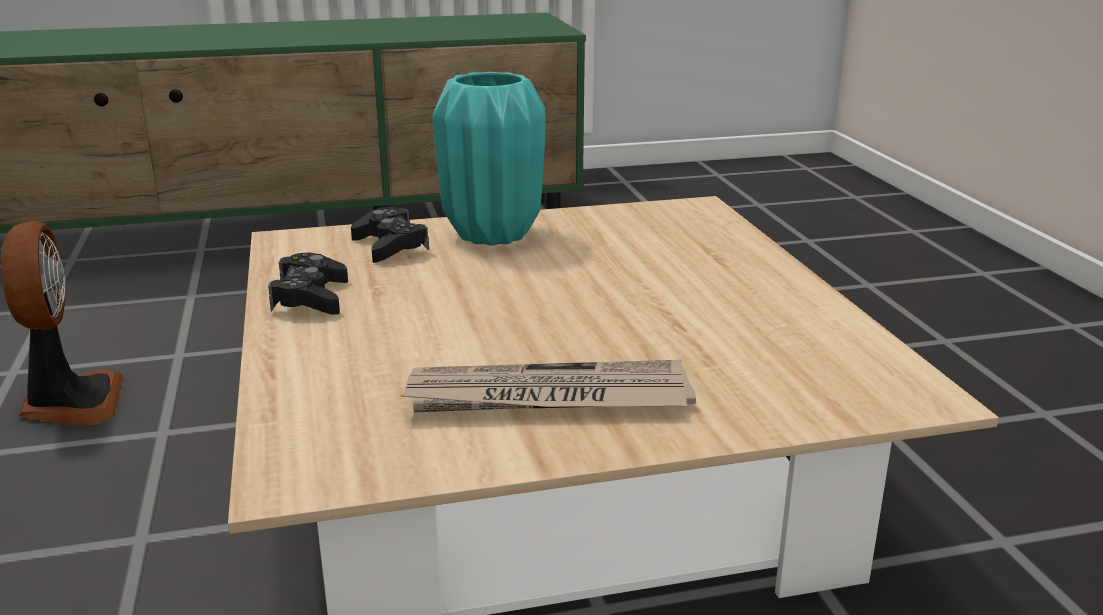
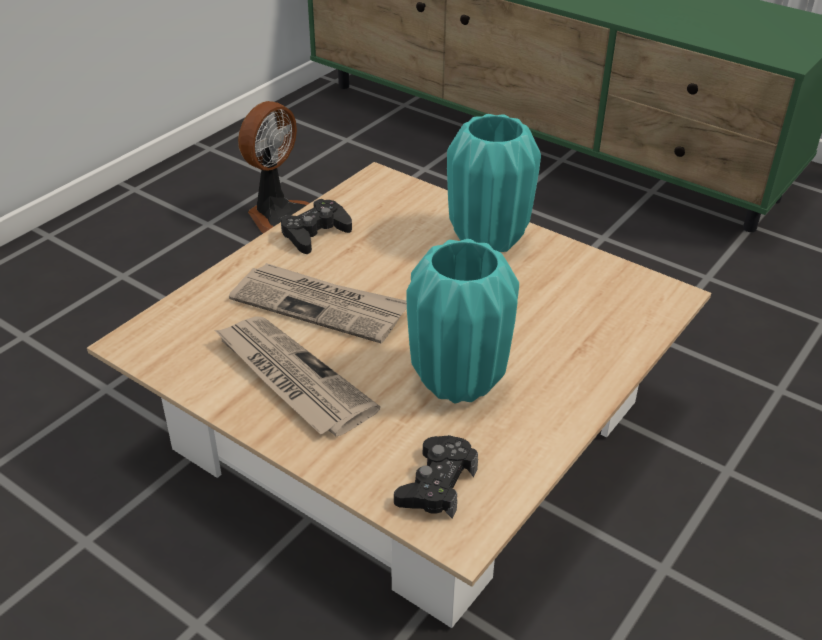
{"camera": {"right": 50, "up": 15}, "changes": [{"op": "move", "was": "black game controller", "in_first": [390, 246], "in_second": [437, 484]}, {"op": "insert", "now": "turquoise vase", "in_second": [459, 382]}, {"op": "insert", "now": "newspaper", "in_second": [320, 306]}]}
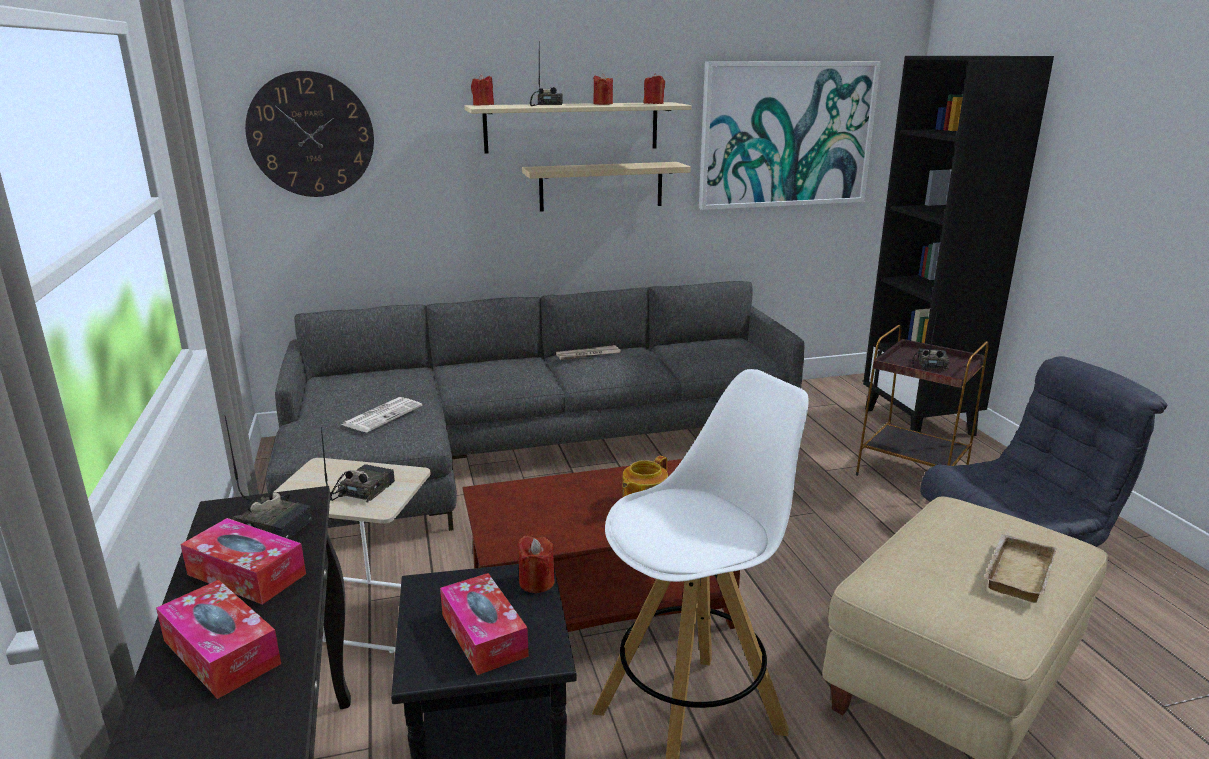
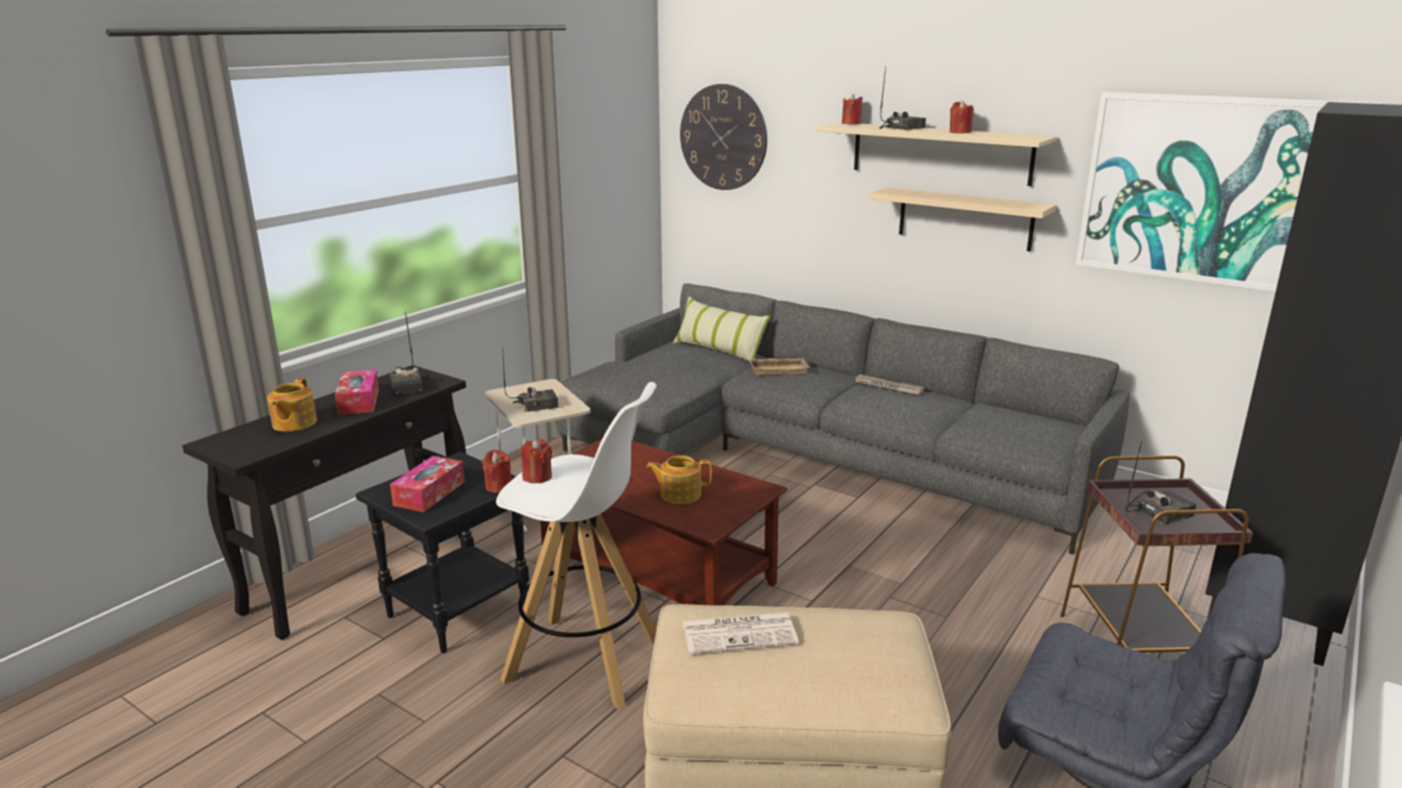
{"camera": {"right": 50, "up": 0}, "changes": [{"op": "move", "was": "red candle", "in_first": [653, 103], "in_second": [537, 477]}, {"op": "move", "was": "newspaper", "in_first": [382, 415], "in_second": [740, 633]}, {"op": "move", "was": "beige tray", "in_first": [1015, 572], "in_second": [779, 369]}, {"op": "replace", "was": "tissue box", "now": "teapot", "in_first": [221, 652], "in_second": [293, 423]}, {"op": "insert", "now": "pillow", "in_second": [719, 350]}]}
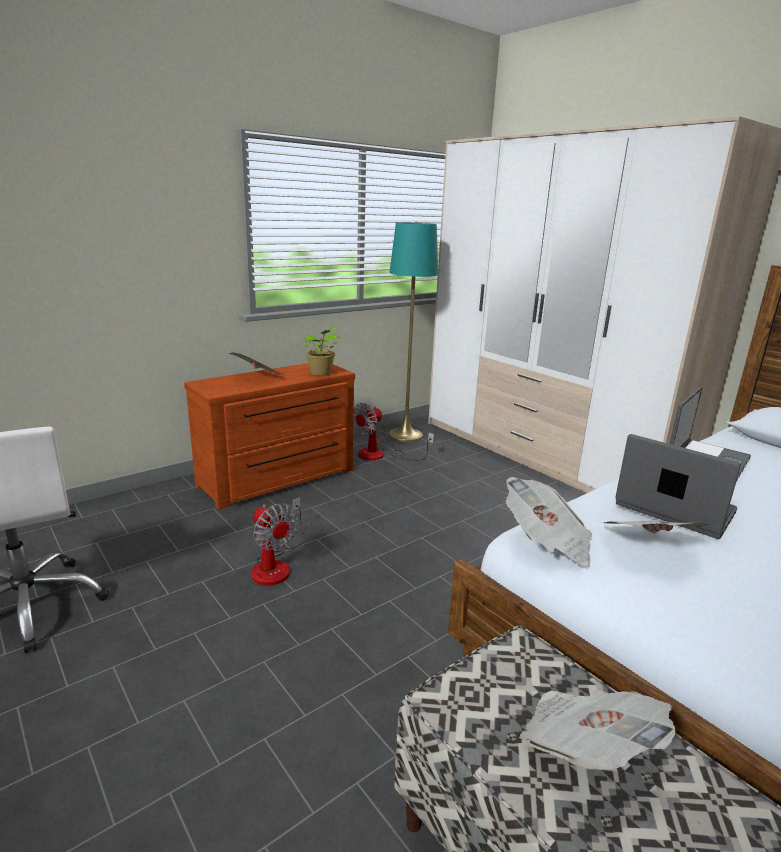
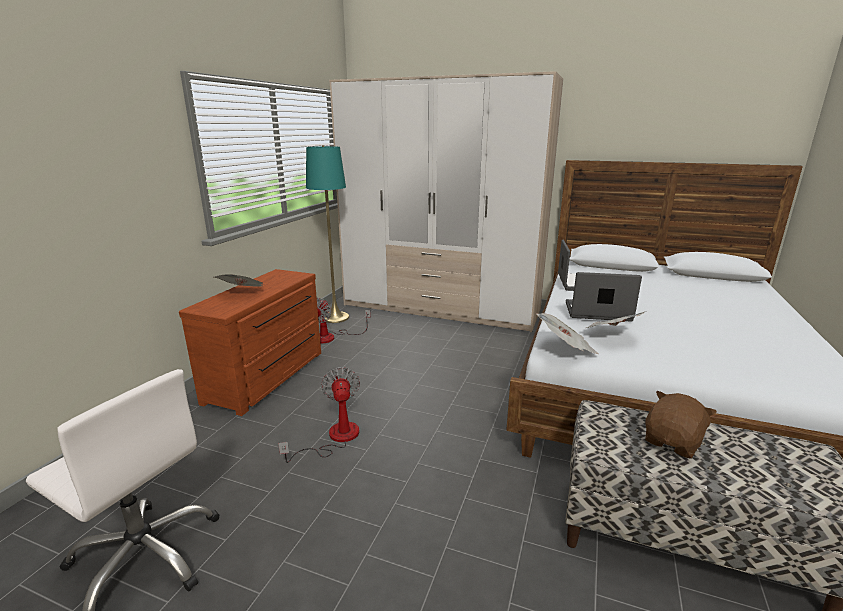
{"camera": {"right": -30, "up": 0}, "changes": [{"op": "delete", "was": "potted plant", "in_first": [321, 373]}, {"op": "rotate", "was": "fan", "in_first": [276, 565], "in_second": [335, 438], "clockwise": -120}, {"op": "replace", "was": "newspaper", "now": "brown plush toy", "in_first": [586, 747], "in_second": [673, 442]}]}
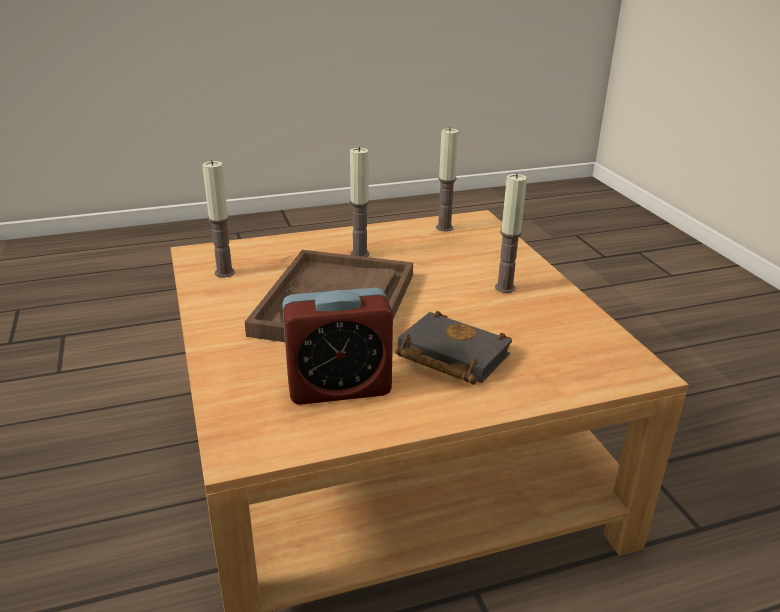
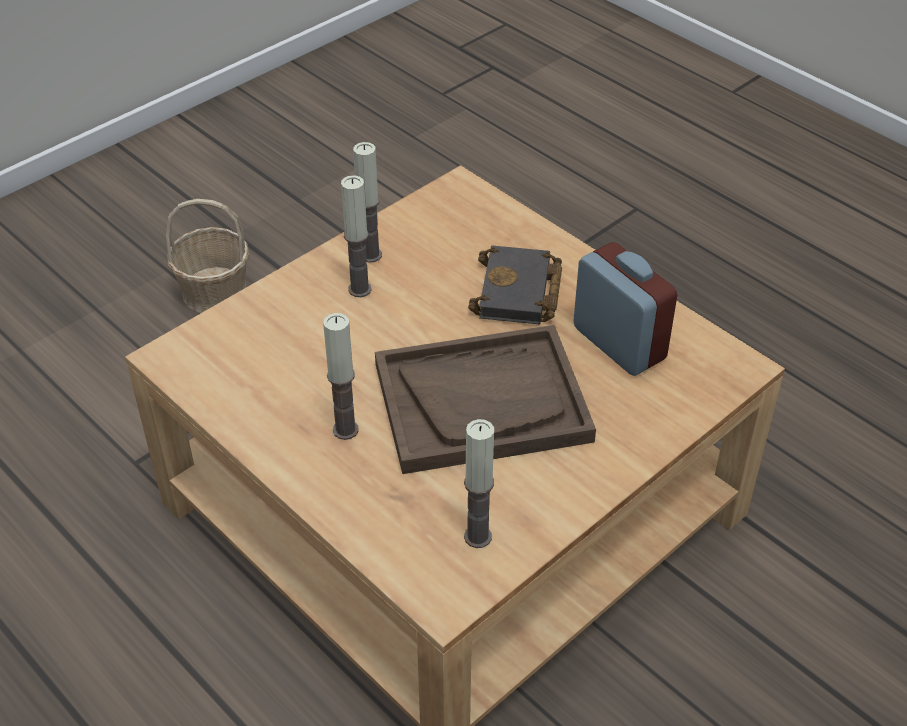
{"camera": {"right": -115, "up": 15}, "changes": [{"op": "move", "was": "candle", "in_first": [444, 228], "in_second": [370, 255]}, {"op": "insert", "now": "basket", "in_second": [214, 292]}]}
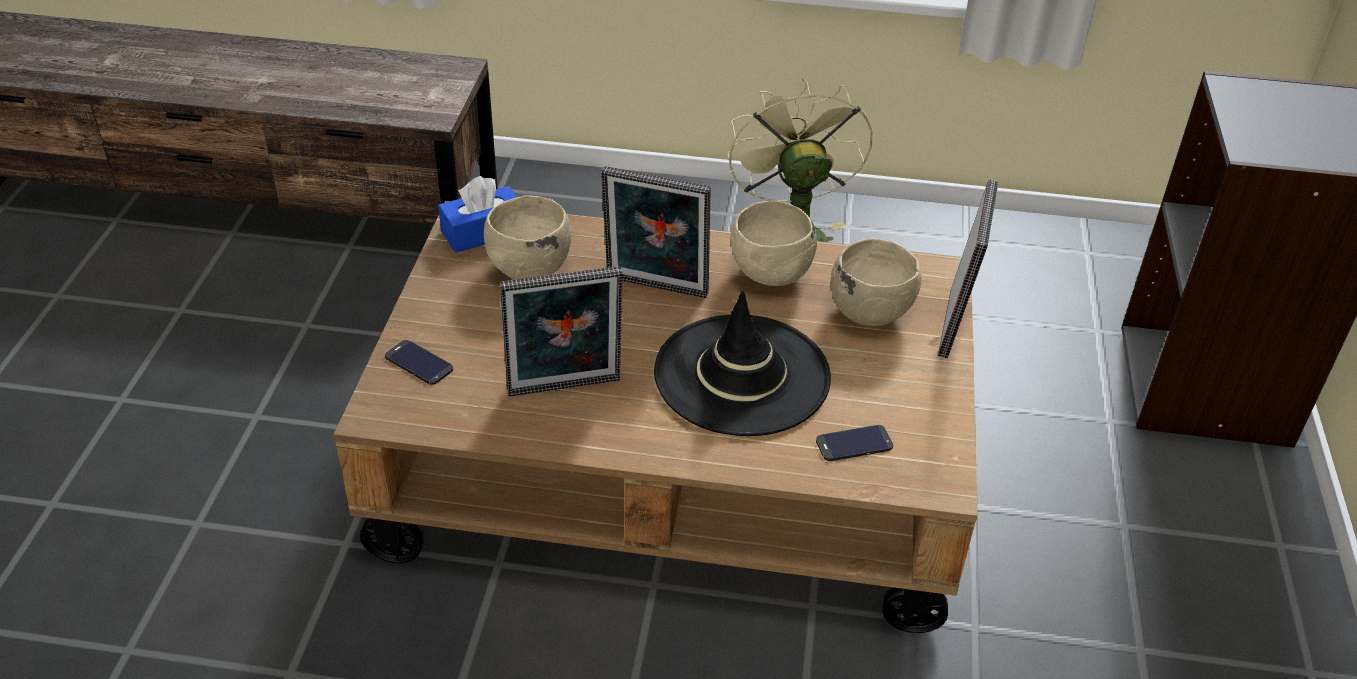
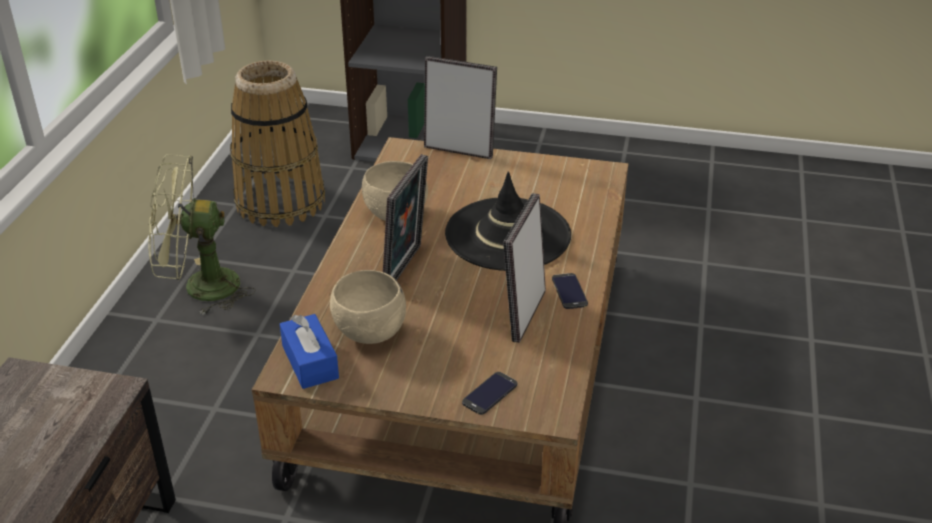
{"camera": {"right": -85, "up": -5}, "changes": [{"op": "delete", "was": "beige bowl", "in_first": [869, 312]}, {"op": "rotate", "was": "picture frame", "in_first": [565, 390], "in_second": [523, 314], "clockwise": -150}, {"op": "move", "was": "phone", "in_first": [854, 443], "in_second": [569, 291]}, {"op": "insert", "now": "basket", "in_second": [281, 201]}]}
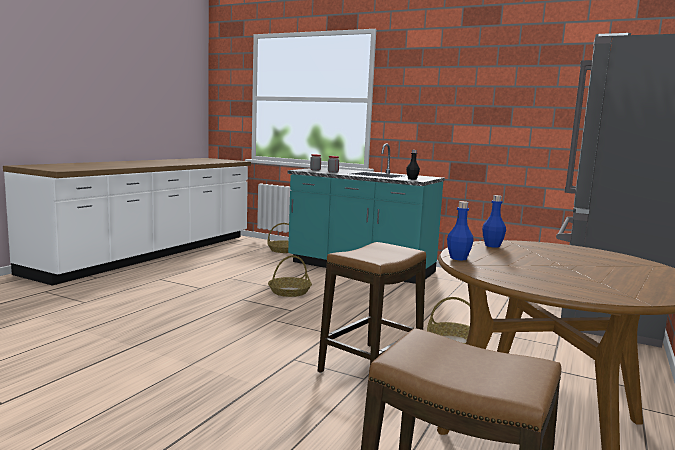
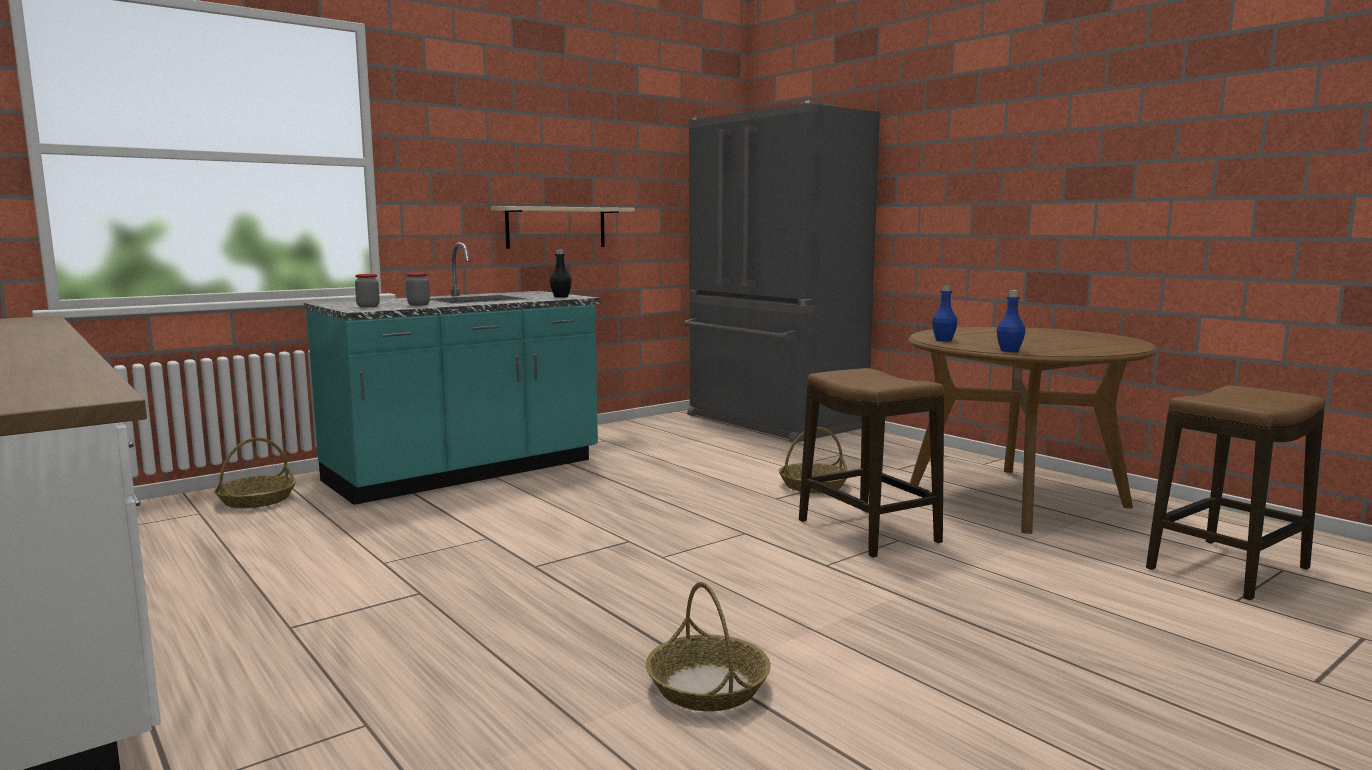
{"camera": {"right": -65, "up": 0}, "changes": [{"op": "move", "was": "basket", "in_first": [289, 292], "in_second": [707, 686]}, {"op": "insert", "now": "beige shelf", "in_second": [556, 227]}]}
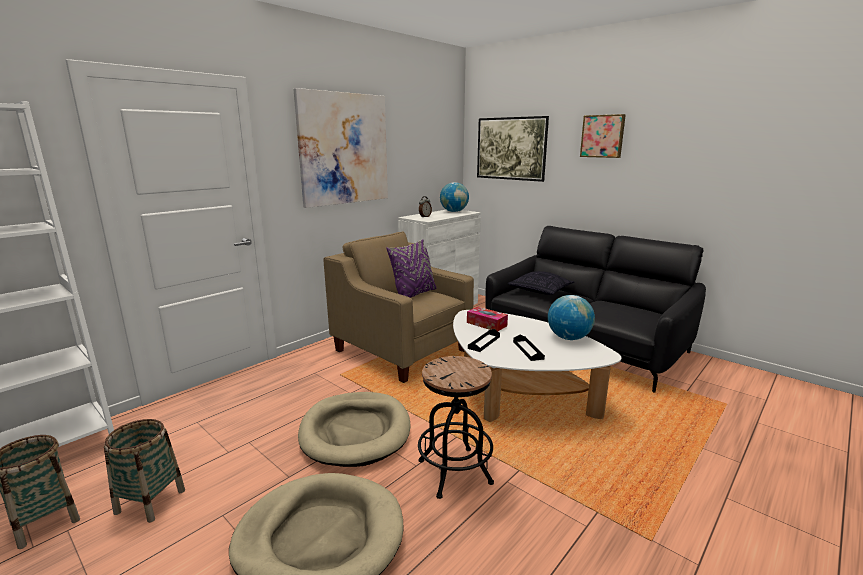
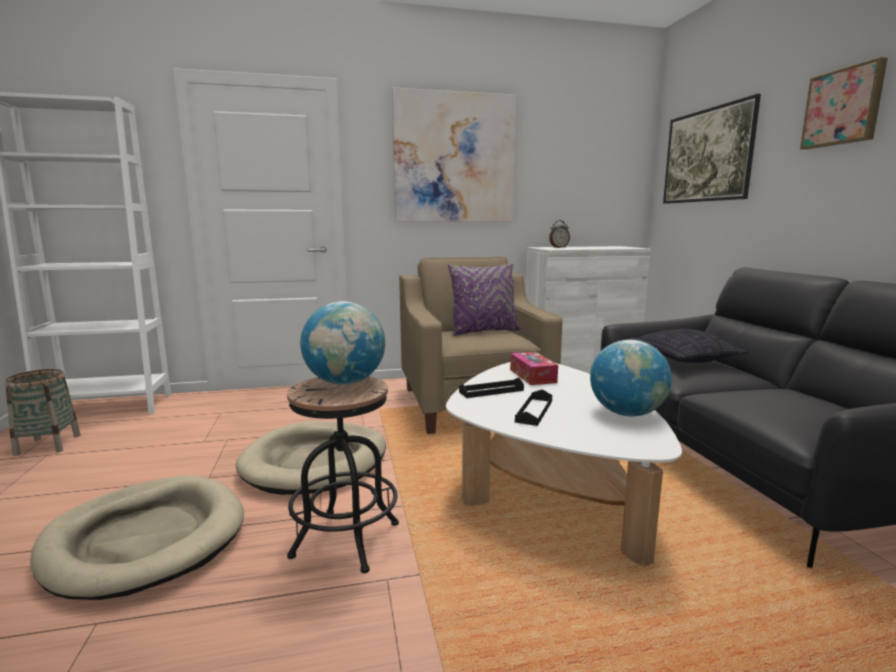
{"camera": {"right": 35, "up": -5}, "changes": [{"op": "move", "was": "globe", "in_first": [454, 211], "in_second": [345, 382]}, {"op": "delete", "was": "basket", "in_first": [150, 501]}]}
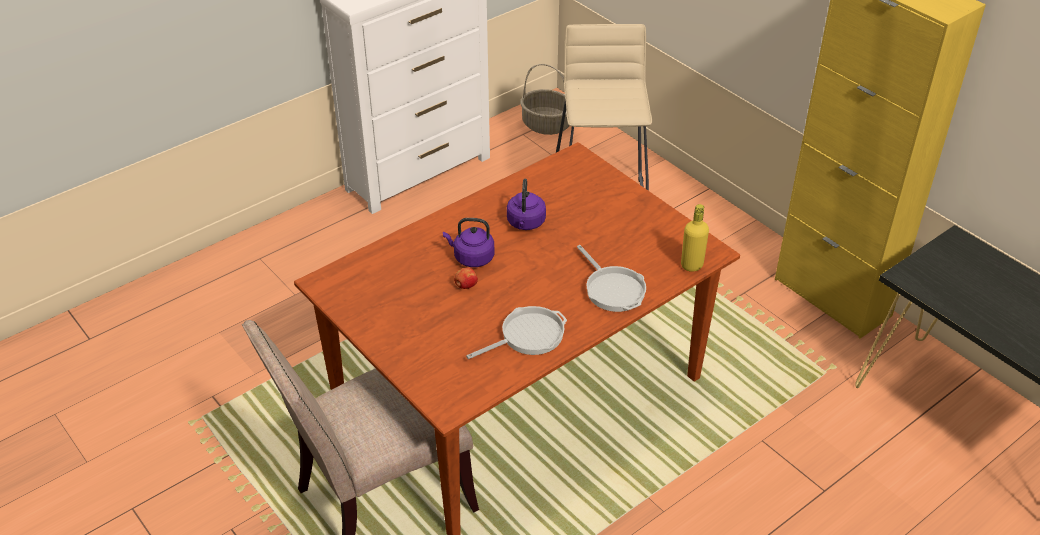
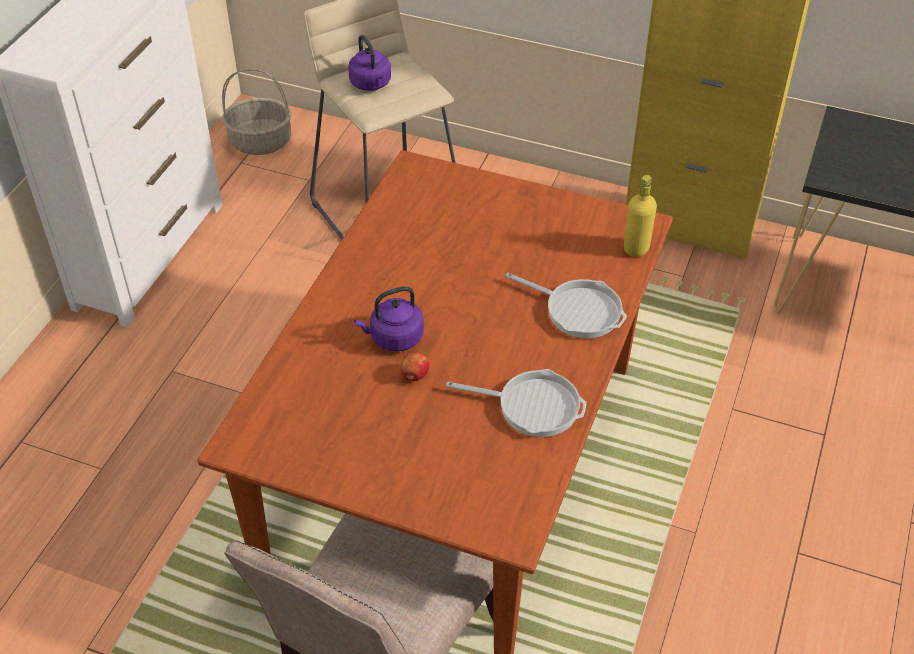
{"camera": {"right": -30, "up": 5}, "changes": [{"op": "move", "was": "purple kettle", "in_first": [525, 223], "in_second": [371, 84]}, {"op": "rotate", "was": "frying pan", "in_first": [528, 336], "in_second": [532, 406], "clockwise": 75}]}
